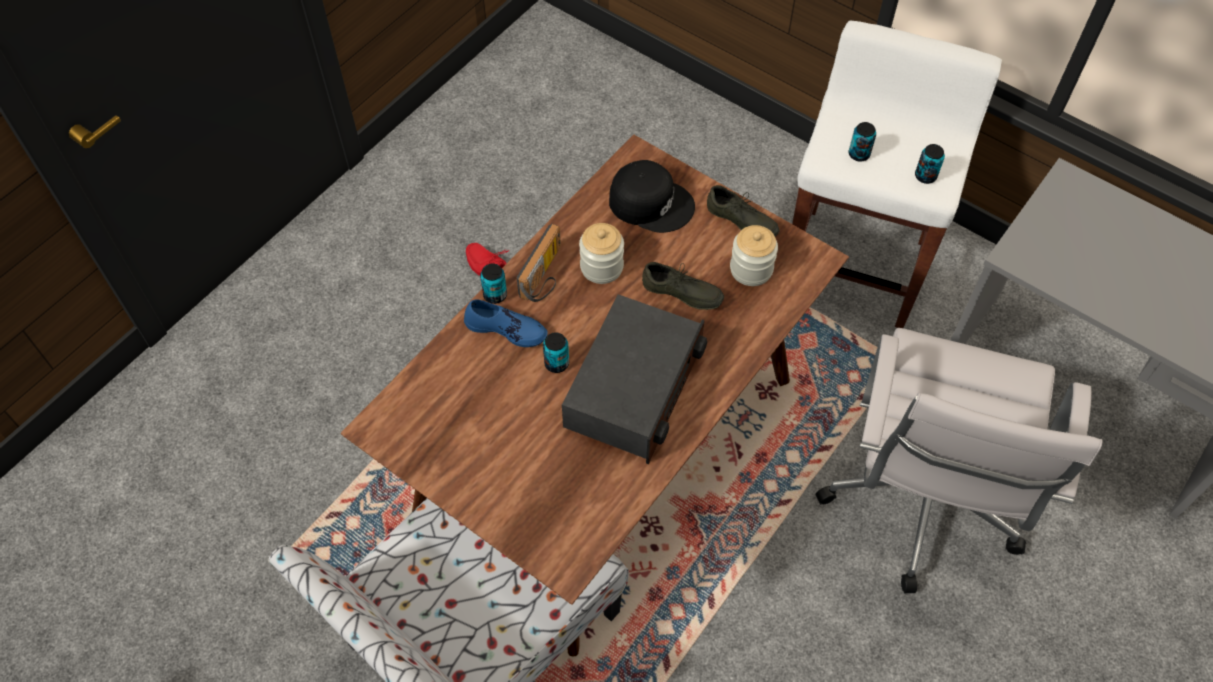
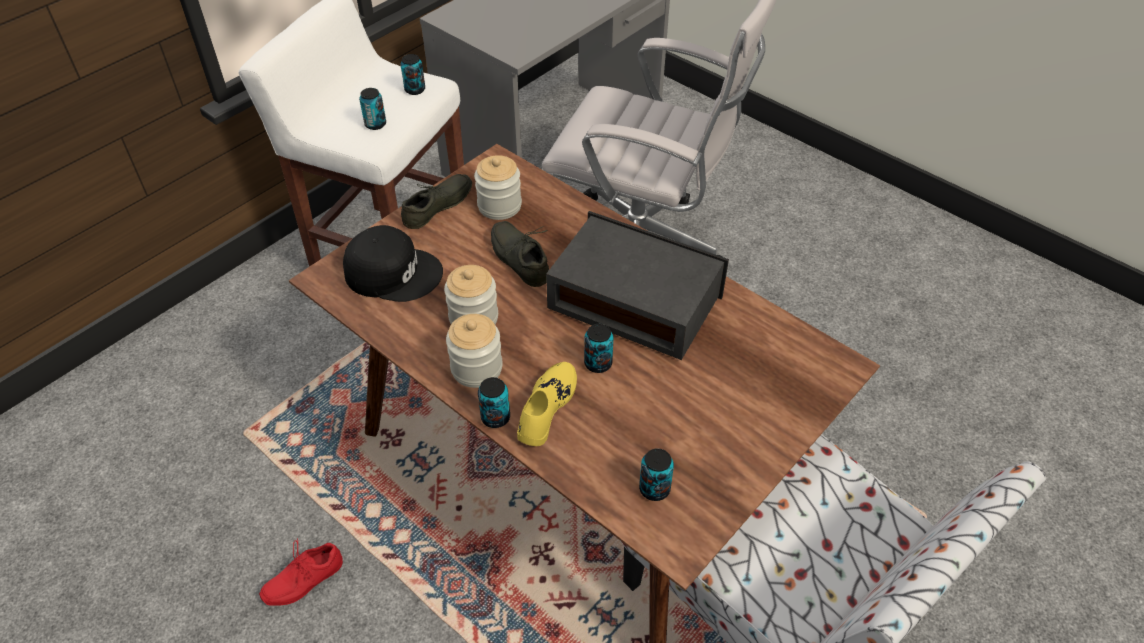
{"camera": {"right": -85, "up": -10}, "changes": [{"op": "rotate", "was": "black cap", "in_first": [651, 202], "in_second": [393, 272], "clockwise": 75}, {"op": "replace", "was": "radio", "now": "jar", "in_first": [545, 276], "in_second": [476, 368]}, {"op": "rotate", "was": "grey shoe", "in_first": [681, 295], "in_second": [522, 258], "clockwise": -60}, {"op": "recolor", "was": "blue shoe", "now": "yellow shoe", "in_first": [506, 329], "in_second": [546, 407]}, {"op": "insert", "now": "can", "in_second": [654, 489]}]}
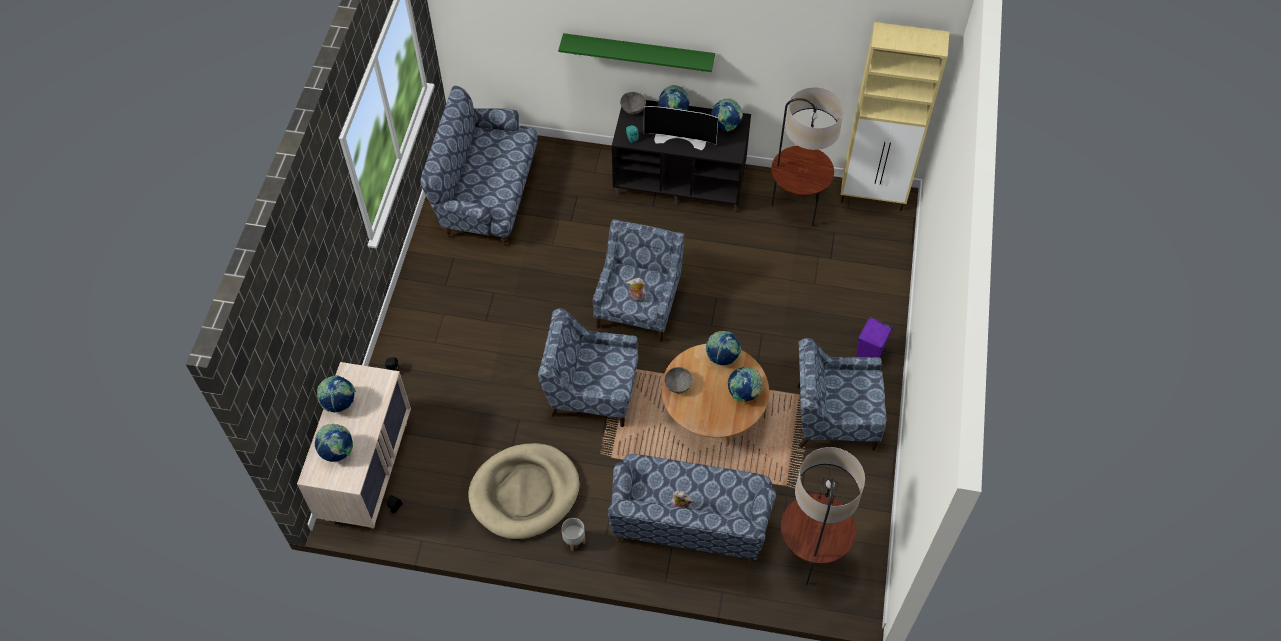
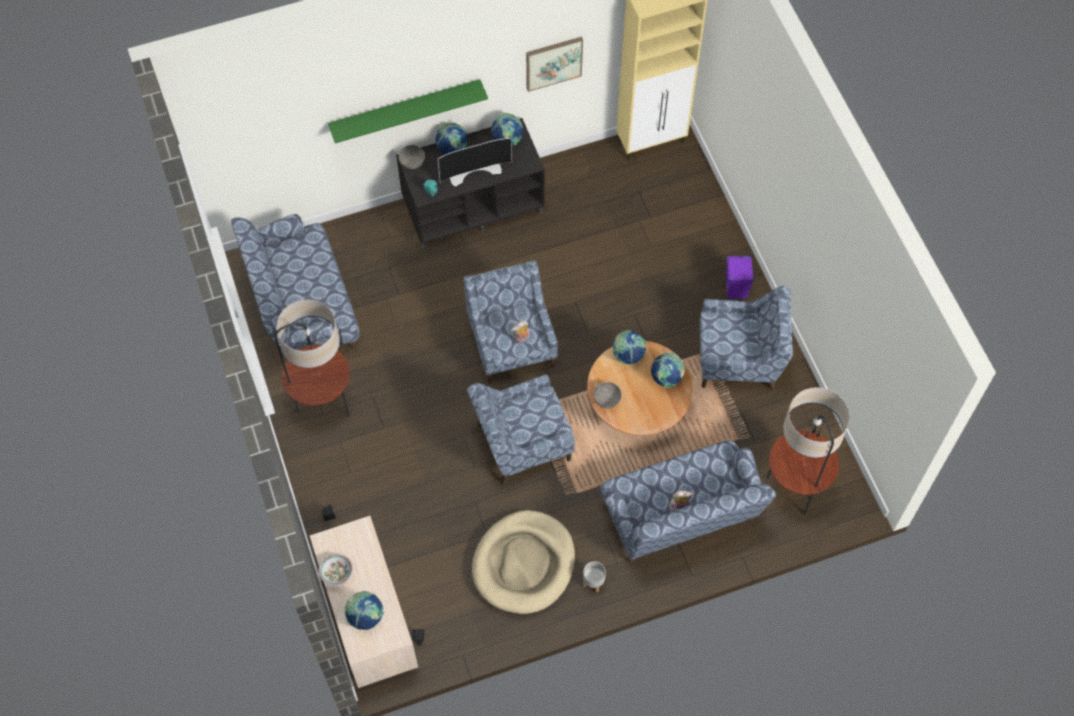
{"camera": {"right": -30, "up": 5}, "changes": [{"op": "move", "was": "floor lamp", "in_first": [796, 208], "in_second": [323, 404]}, {"op": "rotate", "was": "blue armchair", "in_first": [833, 417], "in_second": [739, 359], "clockwise": -150}, {"op": "replace", "was": "globe", "now": "bowl", "in_first": [339, 403], "in_second": [336, 572]}, {"op": "insert", "now": "picture", "in_second": [553, 62]}]}
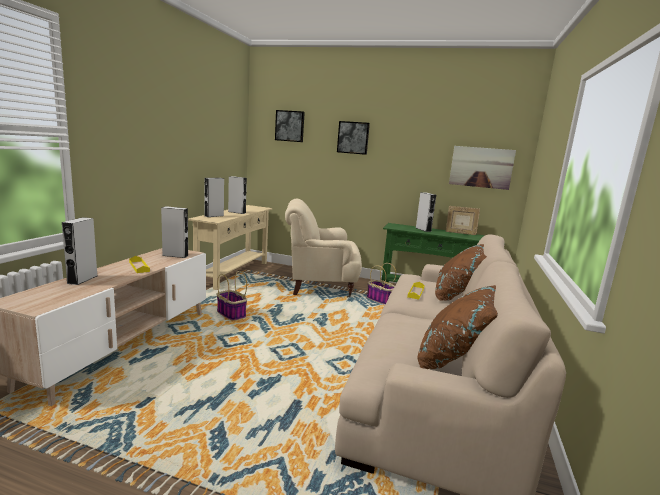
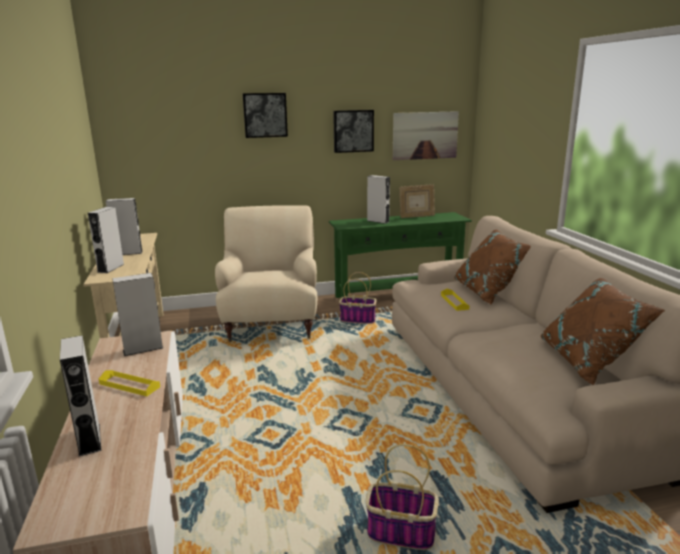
{"camera": {"right": -30, "up": 5}, "changes": [{"op": "move", "was": "picture", "in_first": [290, 126], "in_second": [353, 131]}, {"op": "rotate", "was": "beige armchair", "in_first": [319, 286], "in_second": [272, 324], "clockwise": 120}, {"op": "move", "was": "basket", "in_first": [231, 314], "in_second": [399, 532]}]}
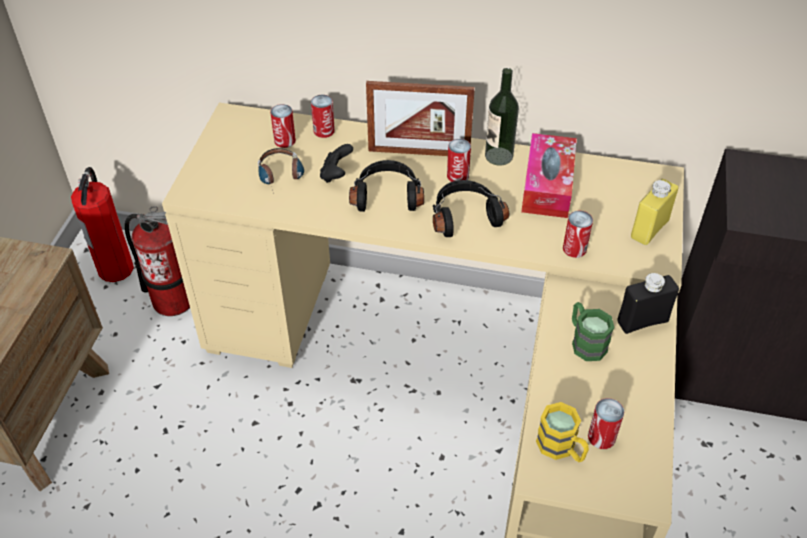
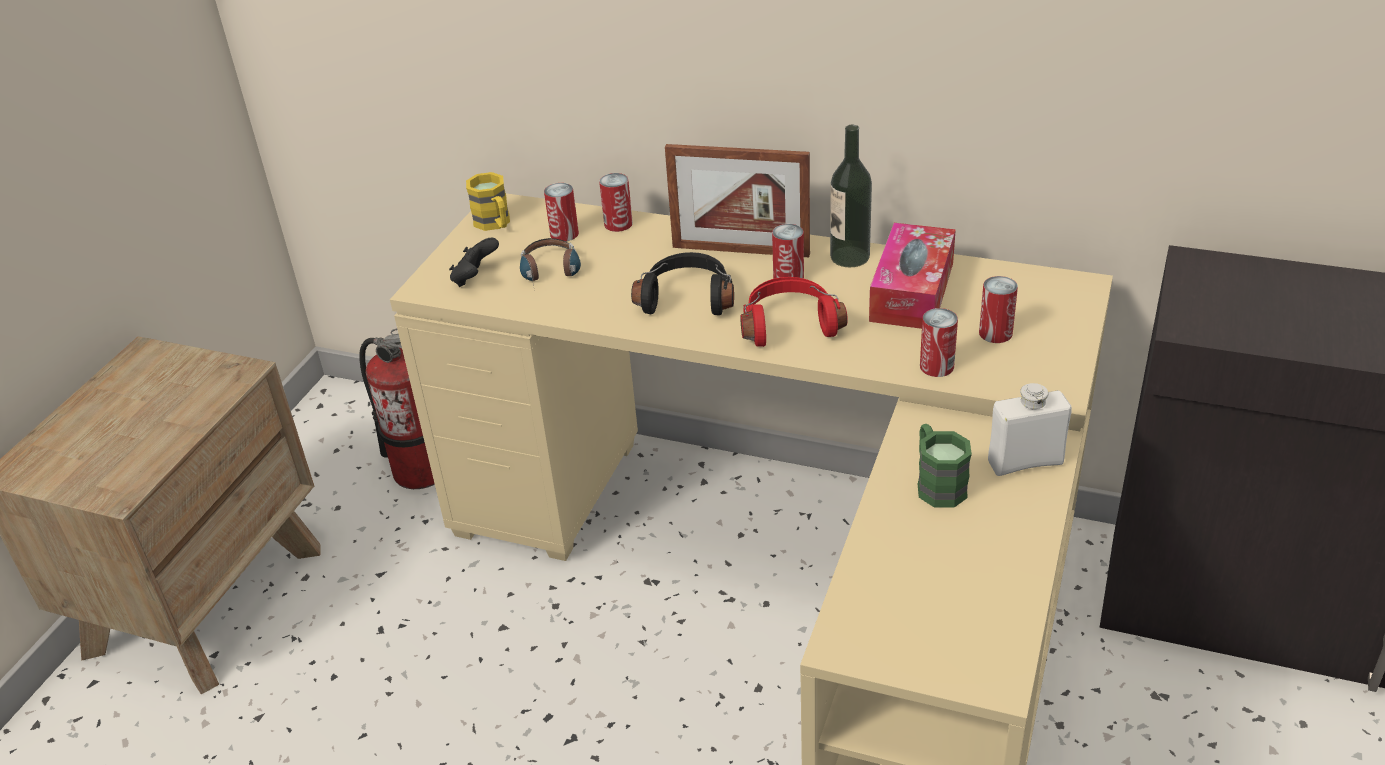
{"camera": {"right": 10, "up": -10}, "changes": [{"op": "move", "was": "black game controller", "in_first": [336, 174], "in_second": [475, 278]}, {"op": "delete", "was": "fire extinguisher", "in_first": [116, 268]}, {"op": "delete", "was": "yellow bottle", "in_first": [649, 229]}, {"op": "recolor", "was": "black headphones", "now": "red headphones", "in_first": [464, 216], "in_second": [789, 324]}, {"op": "recolor", "was": "black bottle", "now": "white bottle", "in_first": [642, 321], "in_second": [1025, 462]}, {"op": "move", "was": "can", "in_first": [601, 437], "in_second": [995, 333]}, {"op": "move", "was": "yellow mug", "in_first": [561, 448], "in_second": [495, 224]}]}
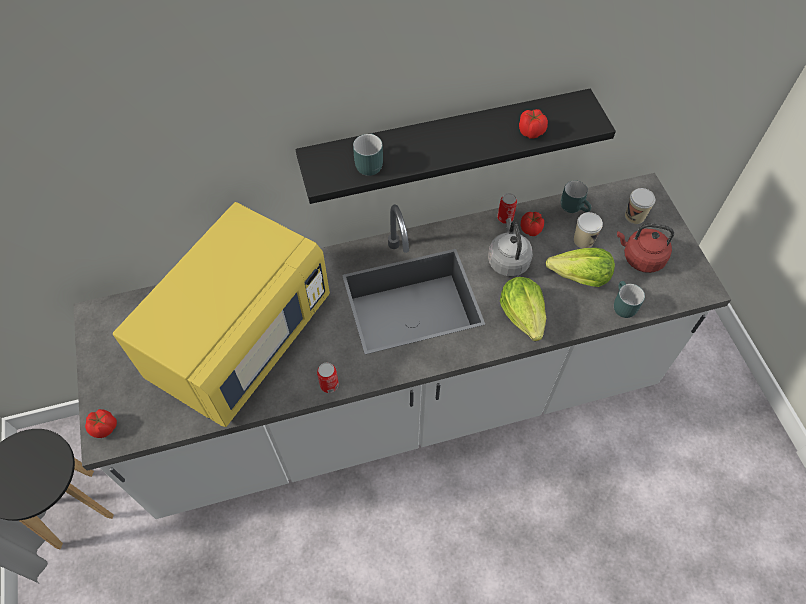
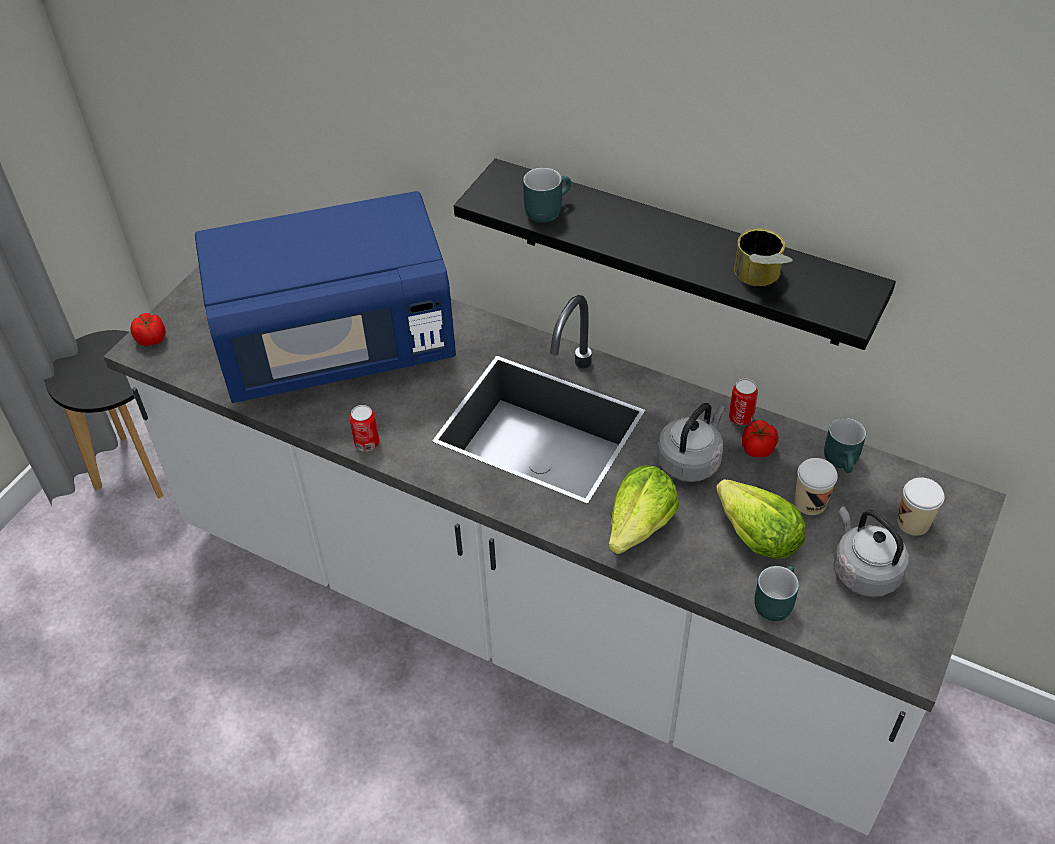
{"camera": {"right": 45, "up": -10}, "changes": [{"op": "replace", "was": "tomato", "now": "can", "in_first": [530, 131], "in_second": [759, 280]}, {"op": "recolor", "was": "yellow microwave", "now": "blue microwave", "in_first": [240, 339], "in_second": [337, 347]}, {"op": "recolor", "was": "red kettle", "now": "grey kettle", "in_first": [640, 258], "in_second": [863, 571]}]}
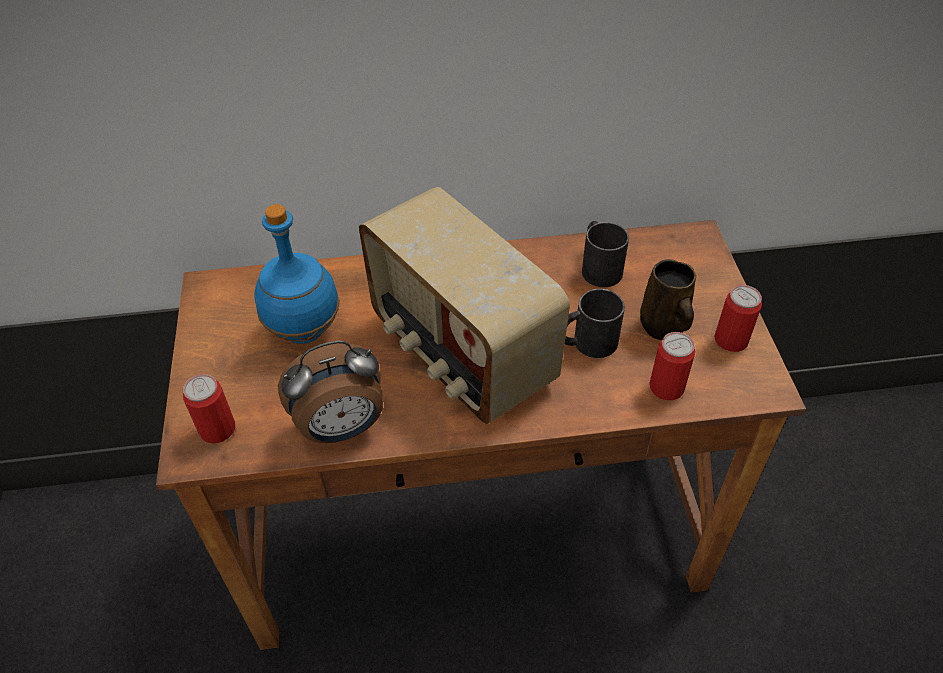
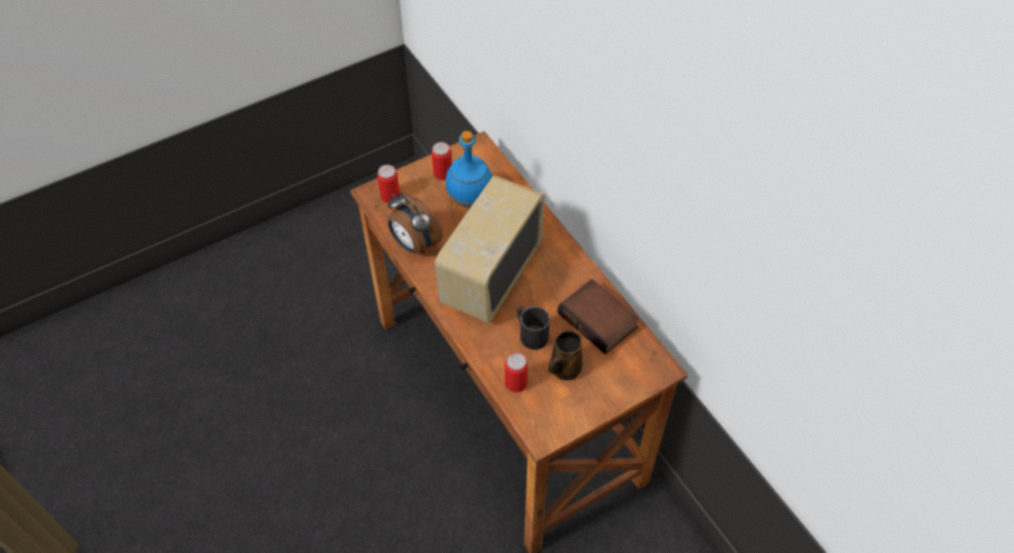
{"camera": {"right": 65, "up": 5}, "changes": [{"op": "replace", "was": "black mug", "now": "book", "in_first": [598, 266], "in_second": [599, 320]}, {"op": "move", "was": "can", "in_first": [731, 340], "in_second": [443, 173]}]}
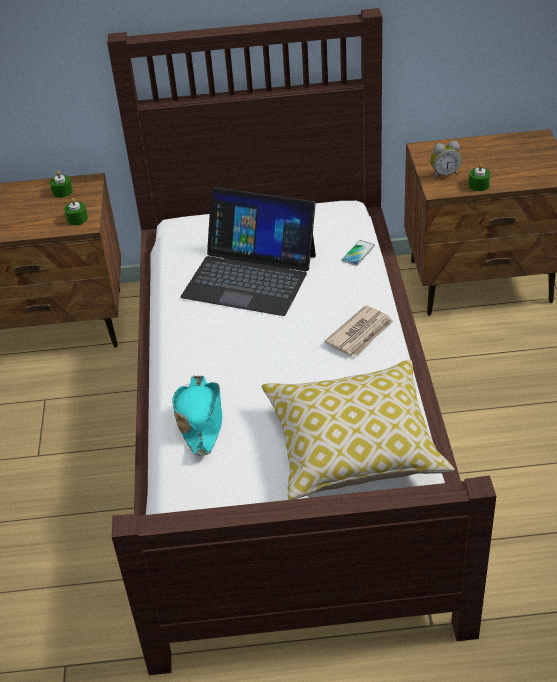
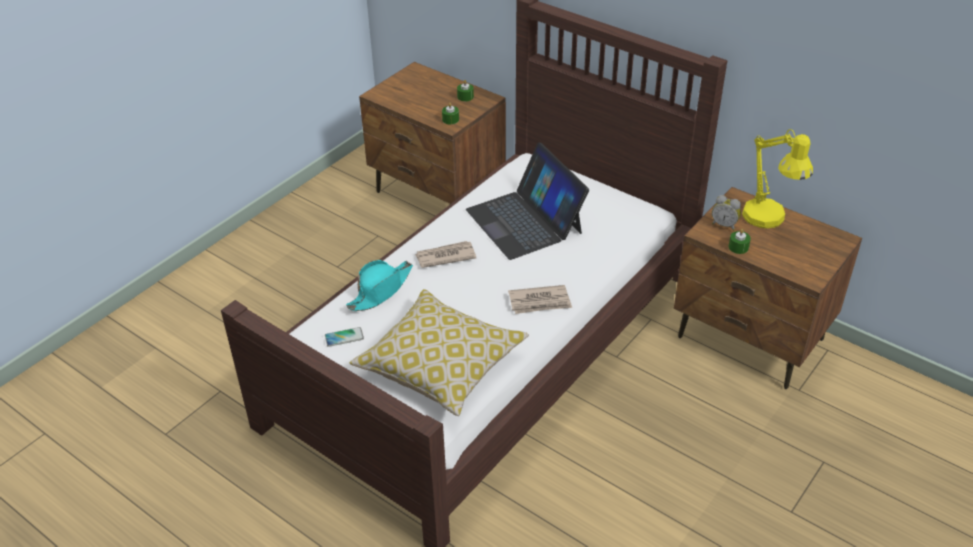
{"camera": {"right": 40, "up": 0}, "changes": [{"op": "move", "was": "phone", "in_first": [358, 253], "in_second": [344, 337]}, {"op": "insert", "now": "yellow table lamp", "in_second": [768, 221]}, {"op": "insert", "now": "newspaper", "in_second": [445, 256]}]}
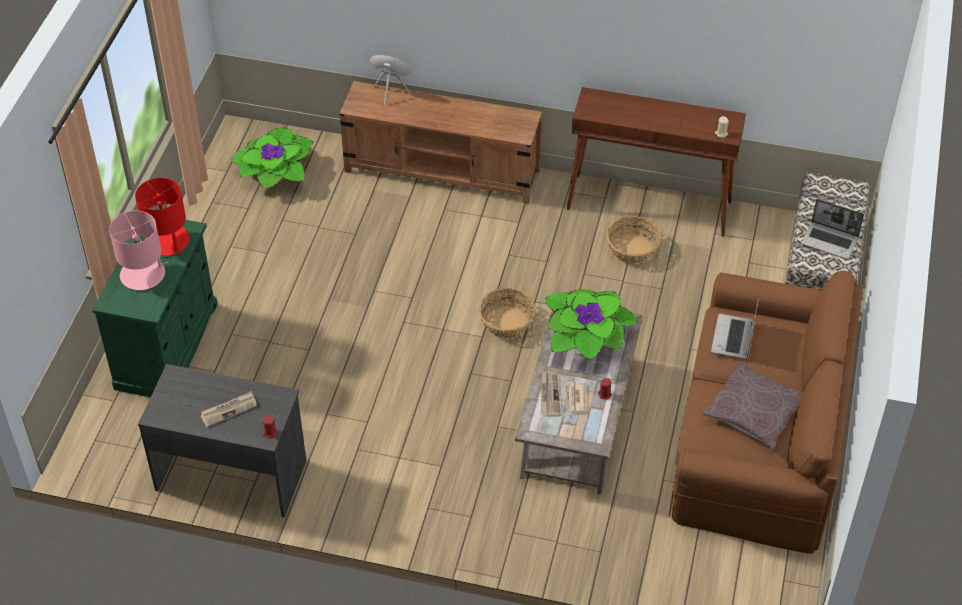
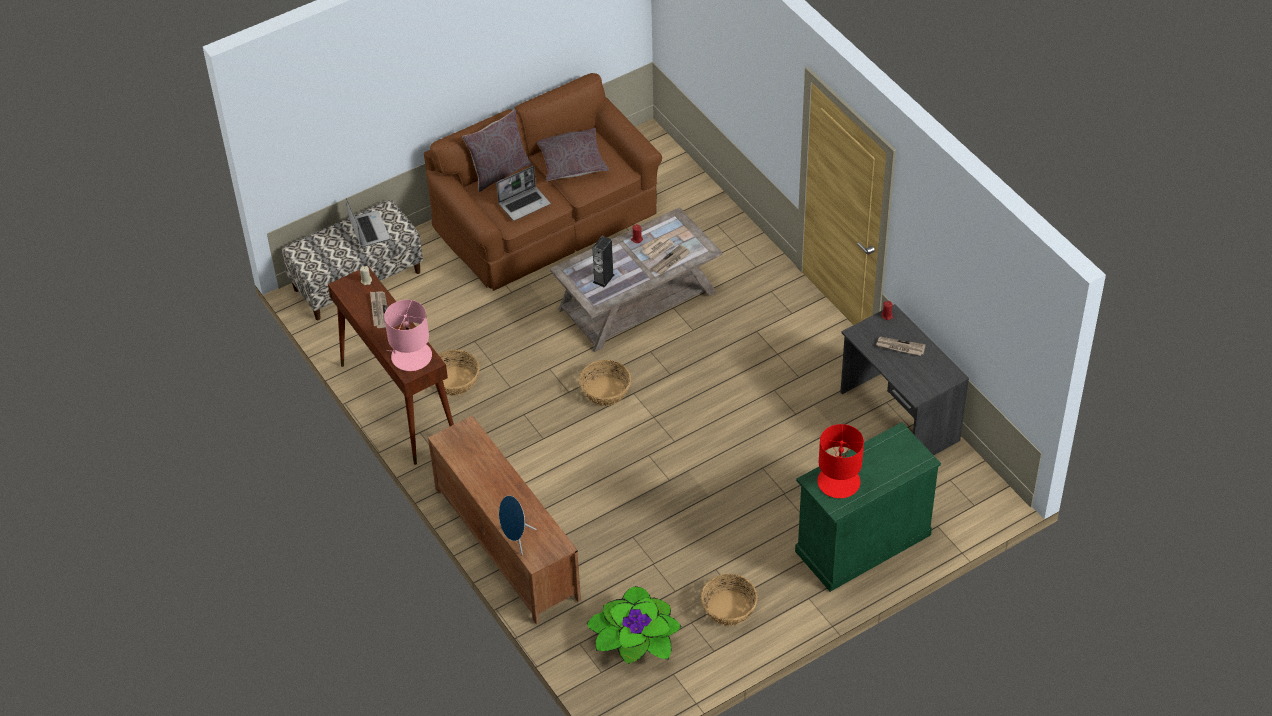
{"camera": {"right": -135, "up": 0}, "changes": [{"op": "move", "was": "pink table lamp", "in_first": [143, 274], "in_second": [411, 356]}, {"op": "replace", "was": "potted plant", "now": "speaker", "in_first": [586, 337], "in_second": [603, 278]}, {"op": "insert", "now": "grey pillow", "in_second": [499, 172]}, {"op": "insert", "now": "newspaper", "in_second": [379, 310]}, {"op": "insert", "now": "basket", "in_second": [728, 608]}]}
